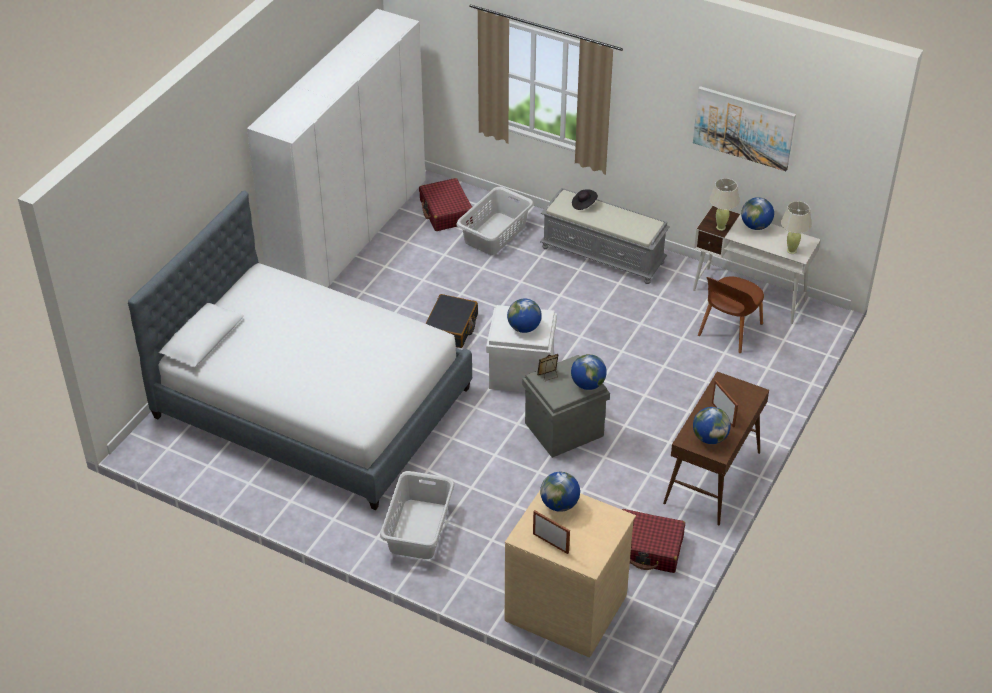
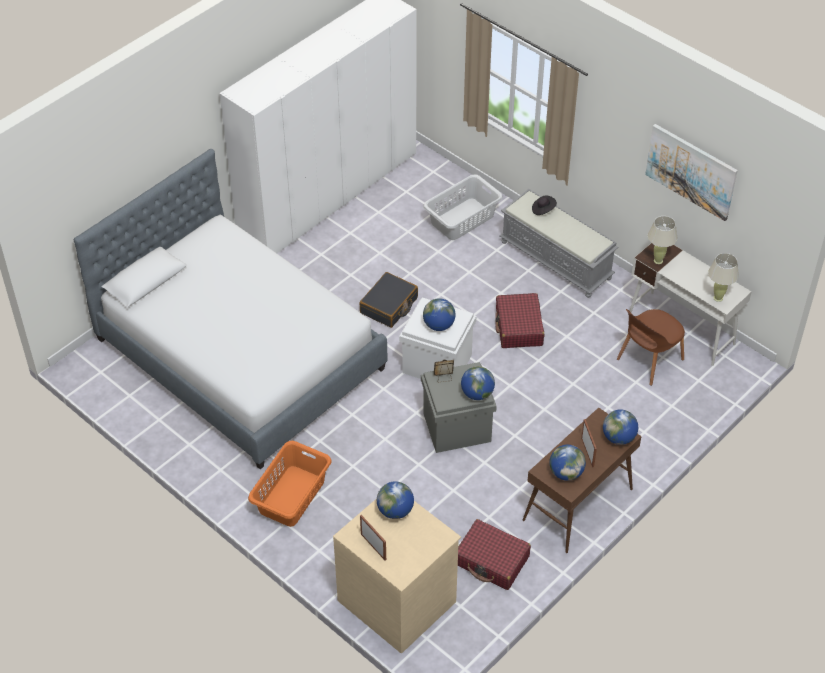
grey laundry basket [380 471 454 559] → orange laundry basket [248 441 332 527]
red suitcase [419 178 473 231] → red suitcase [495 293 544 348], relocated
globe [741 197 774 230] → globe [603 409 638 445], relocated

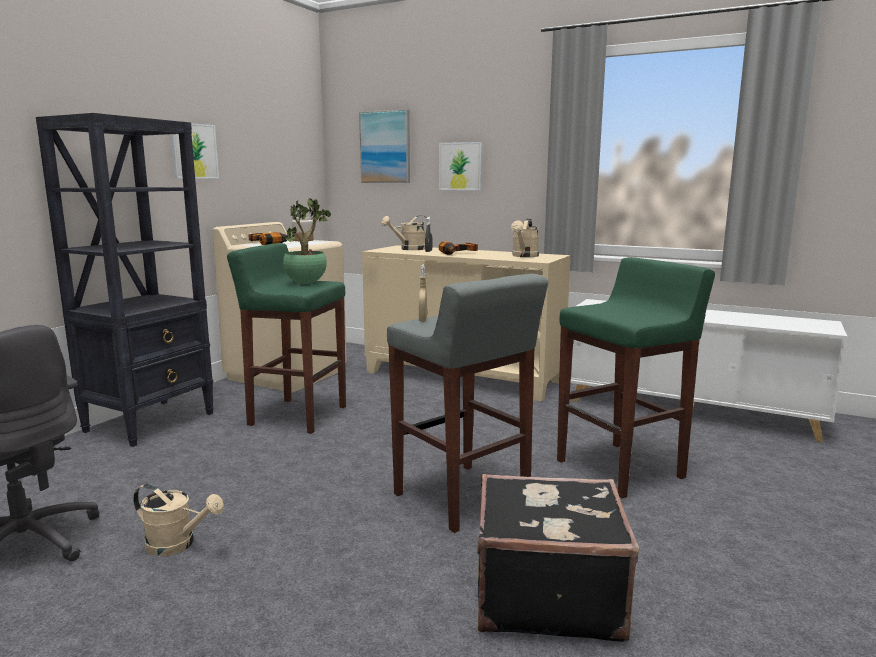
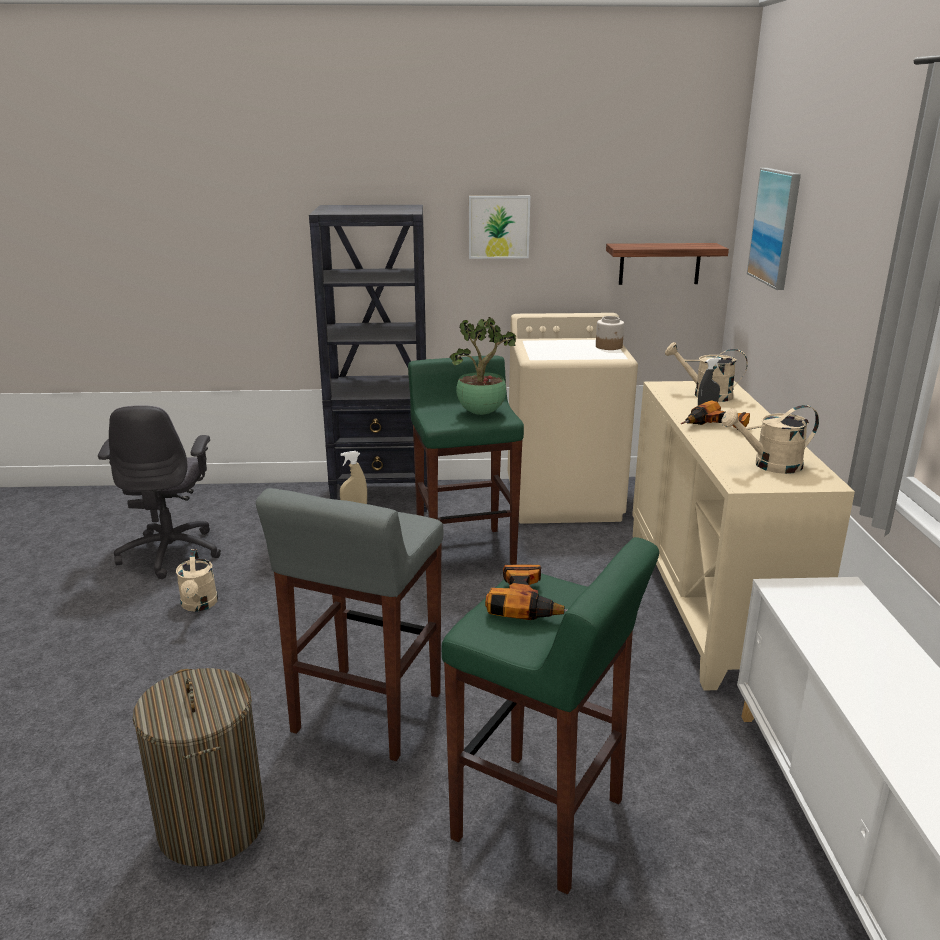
black suitcase [477 474 639 642] → laundry basket [133 668 265 866]
power drill [249 232 297 245] → power drill [485 564 567 620], relocated
- → shelf [606 243 729 285]
picture [439 142 482 190] → -

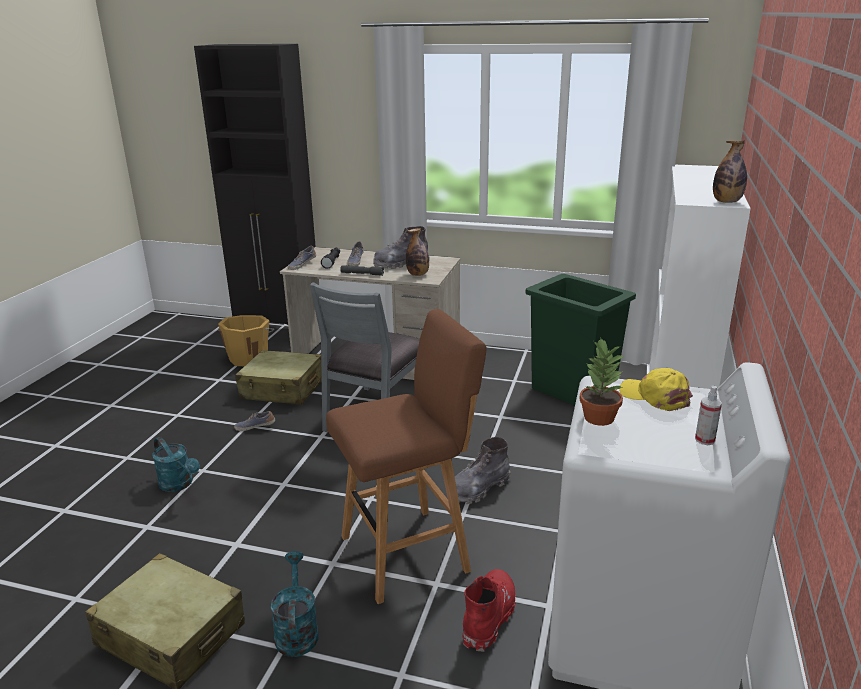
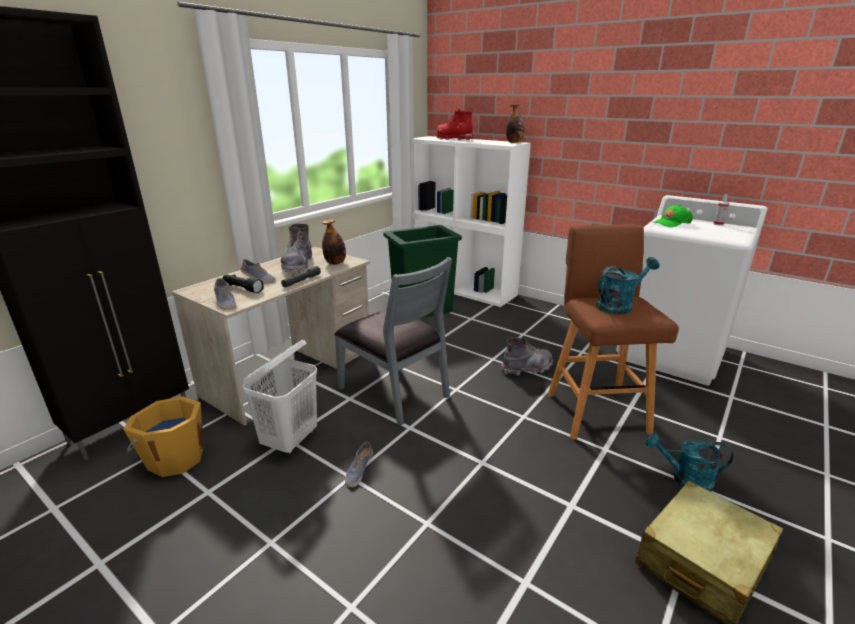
beige suitcase [235 350 322 405] → white laundry basket [242 340 317 454]
red boot [463 569 516 651] → red boot [436 109 473 140], relocated
grey boot [455 437 511 504] → grey boot [501 338 553 375], 90 degrees counterclockwise
turquoise watering can [152 437 200 492] → turquoise watering can [596 257 660 314], relocated
yellow cap [619 368 693 411] → green cap [654 205 693 227]
potted plant [579 338 624 426] → -

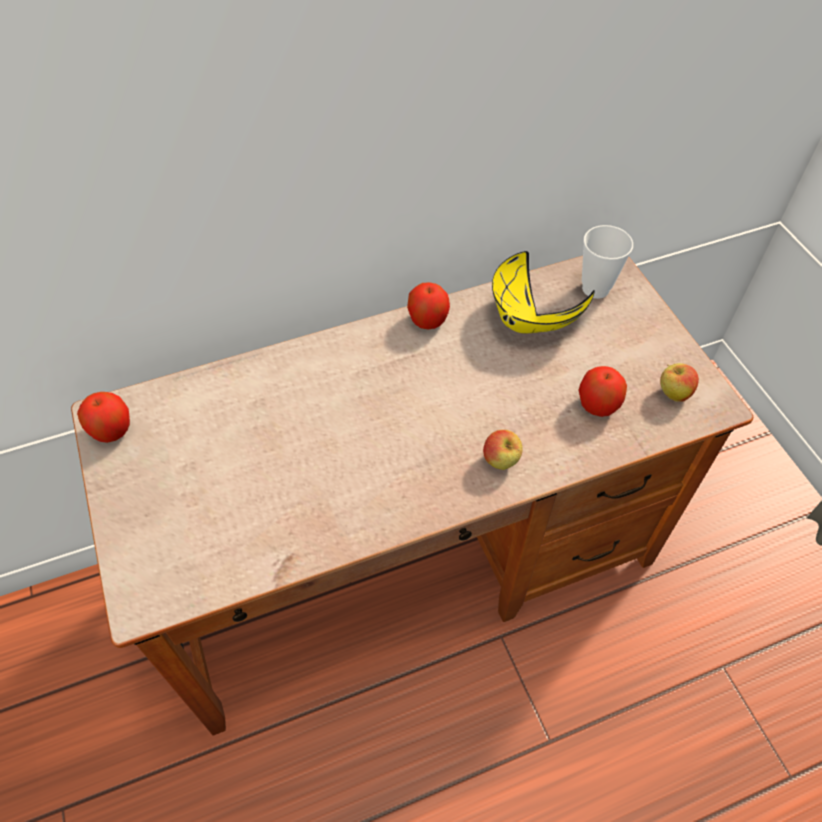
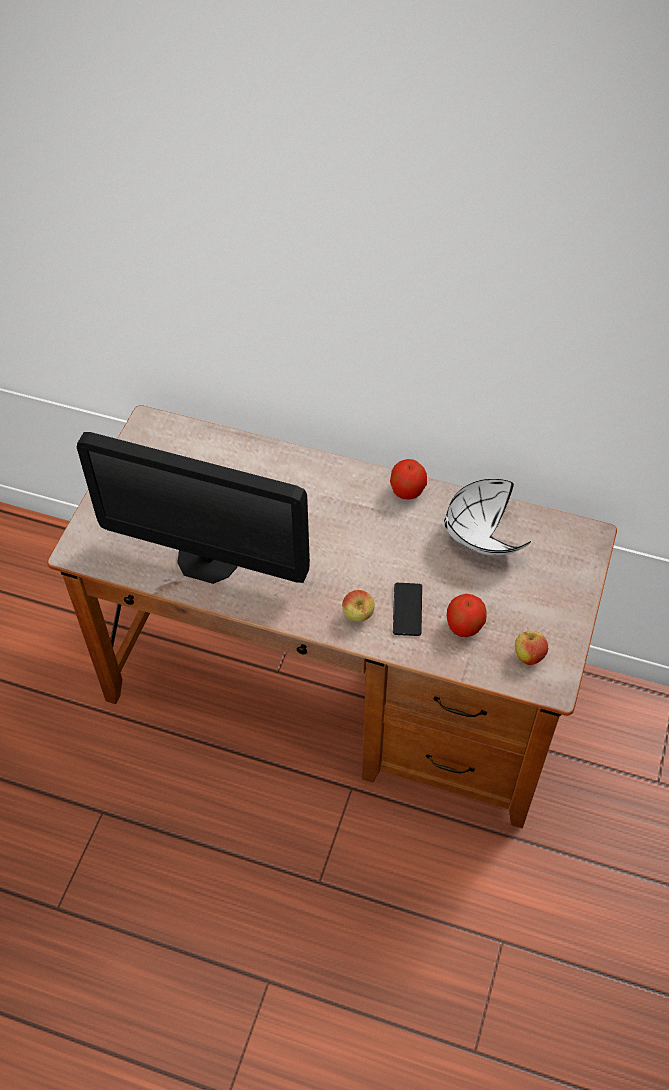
- → monitor [77 432 310 584]
- → phone [393 583 422 636]
yellow bowl [492 251 595 333] → white bowl [444 479 531 556]
apple [77 392 130 443] → -
cup [582 225 633 299] → -

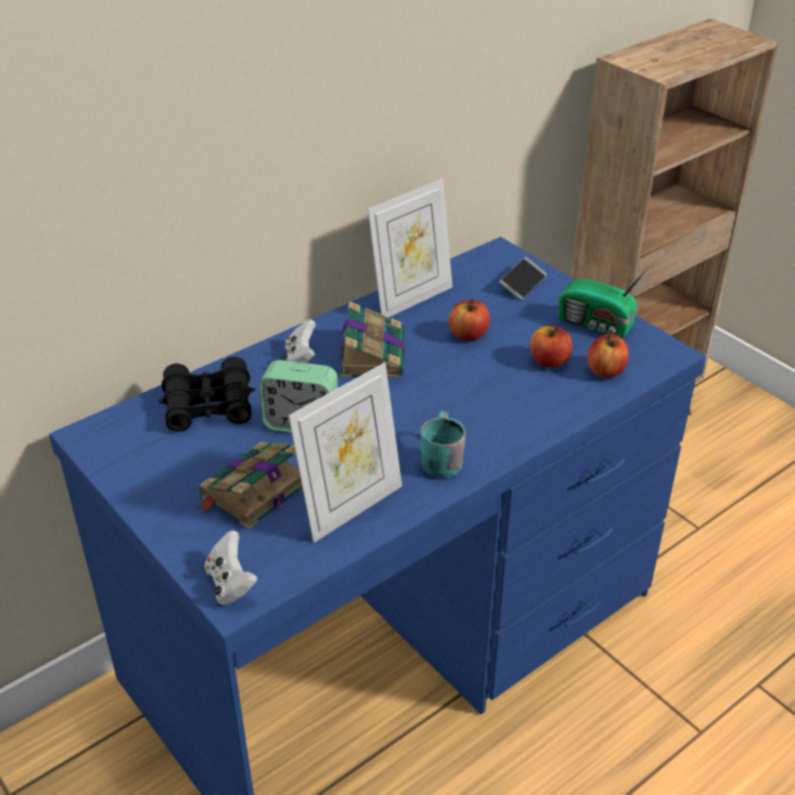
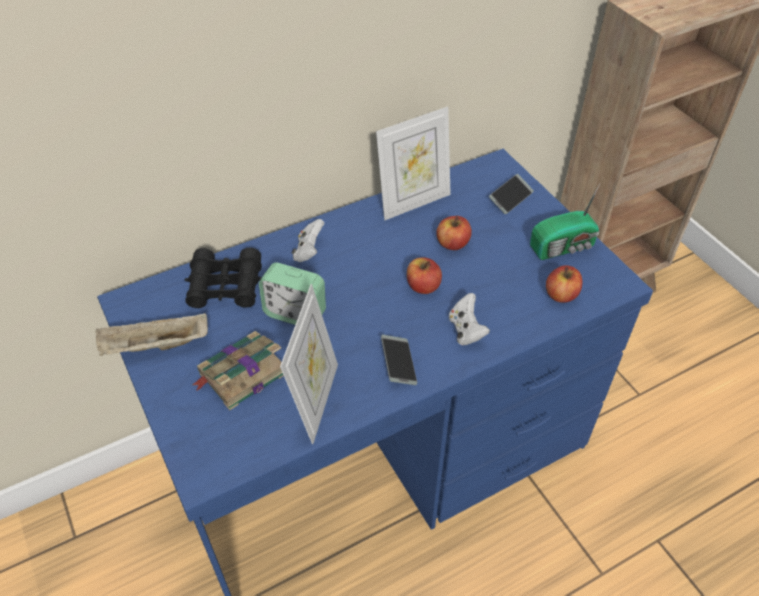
- → beige tray [95 313 208 356]
picture frame [288 362 402 543] → picture frame [280 284 338 444], 45 degrees counterclockwise
turquoise mug [420 411 466 478] → phone [381 335 417 385]
apple [530 326 572 368] → apple [407 257 442 294], relocated
white game controller [205 530 258 605] → white game controller [449 293 490 345], relocated
radio [558 266 650 338] → radio [530 183 600 260], 60 degrees counterclockwise
book [340 301 405 378] → -

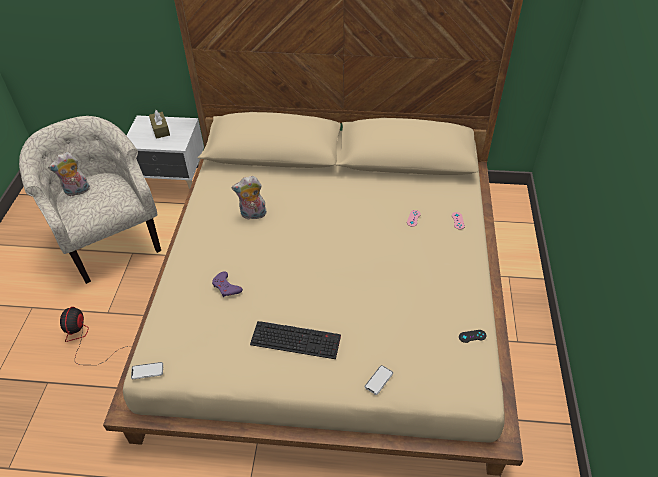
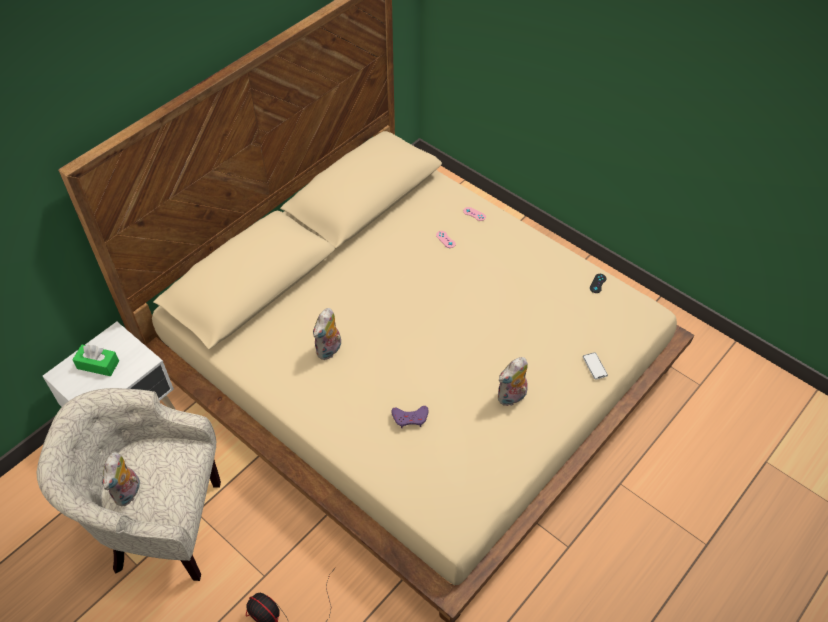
brown tissue box [149 110 170 139] → green tissue box [72 345 119 376]
keyboard [250 321 341 359] → plush toy [498 357 528 406]
phone [131 362 163 379] → -

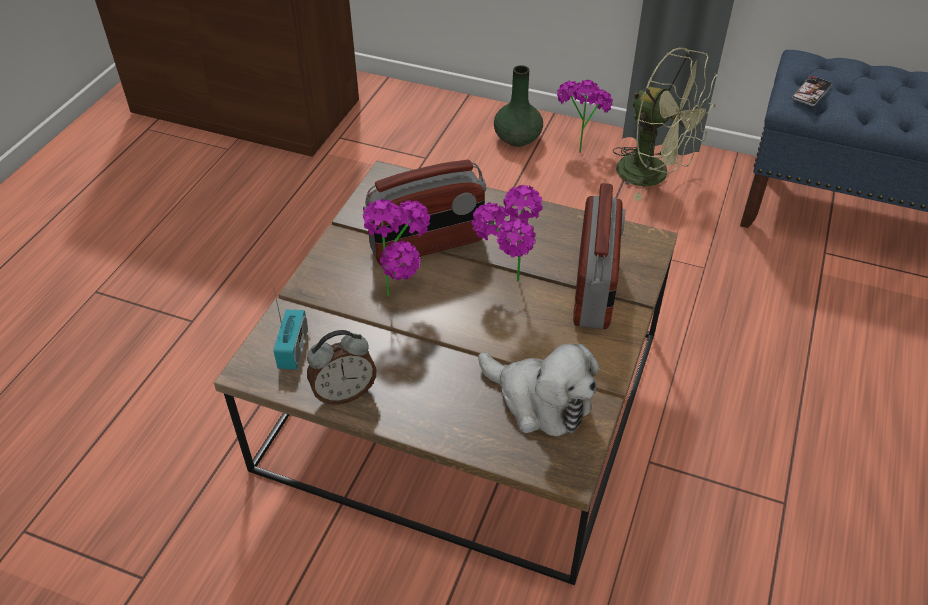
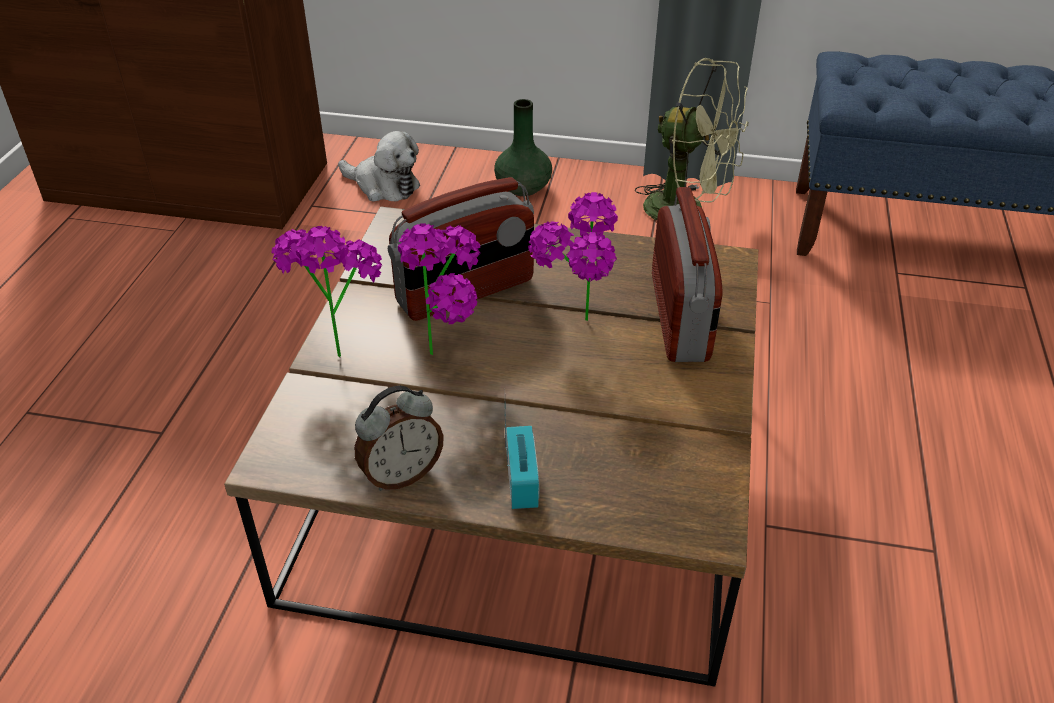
potted plant [557 80 613 153] → potted plant [272 226 382 357], relocated
plush toy [478 343 600 436] → plush toy [338 131 420 202], relocated
radio [273 286 308 370] → radio [505 409 539 509], relocated
phone [792 76 832 106] → -

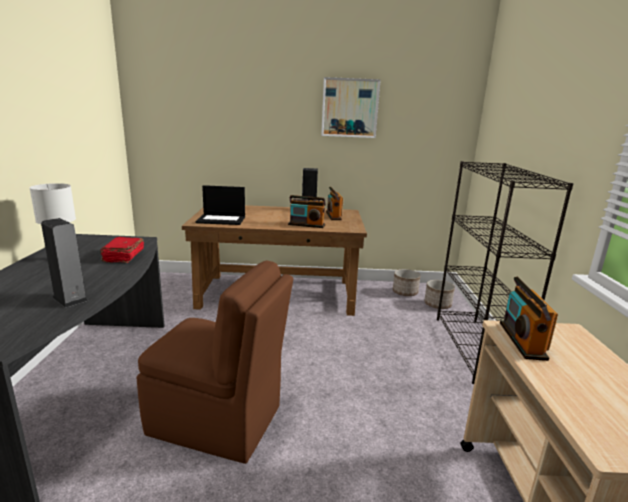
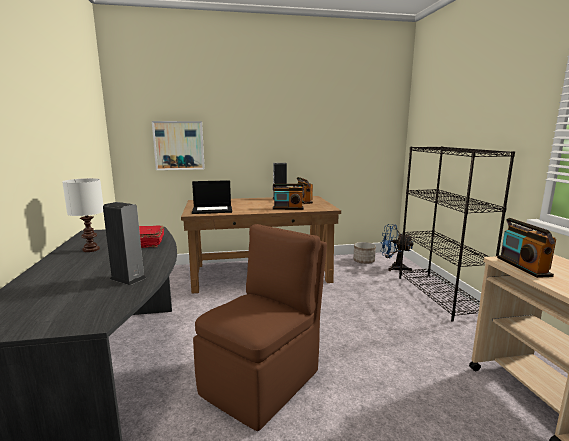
picture [321 77 381 138] → picture [152 121 205 170], relocated
brown chair [137 261 293 464] → brown chair [193 224 327 431], 60 degrees counterclockwise
planter [424 280 455 309] → blue fan [381 224 414 271]

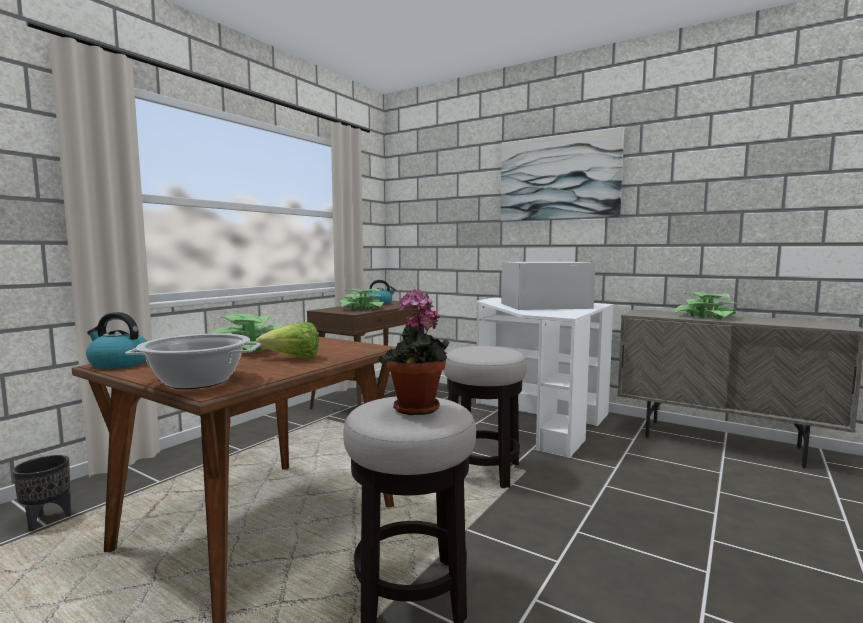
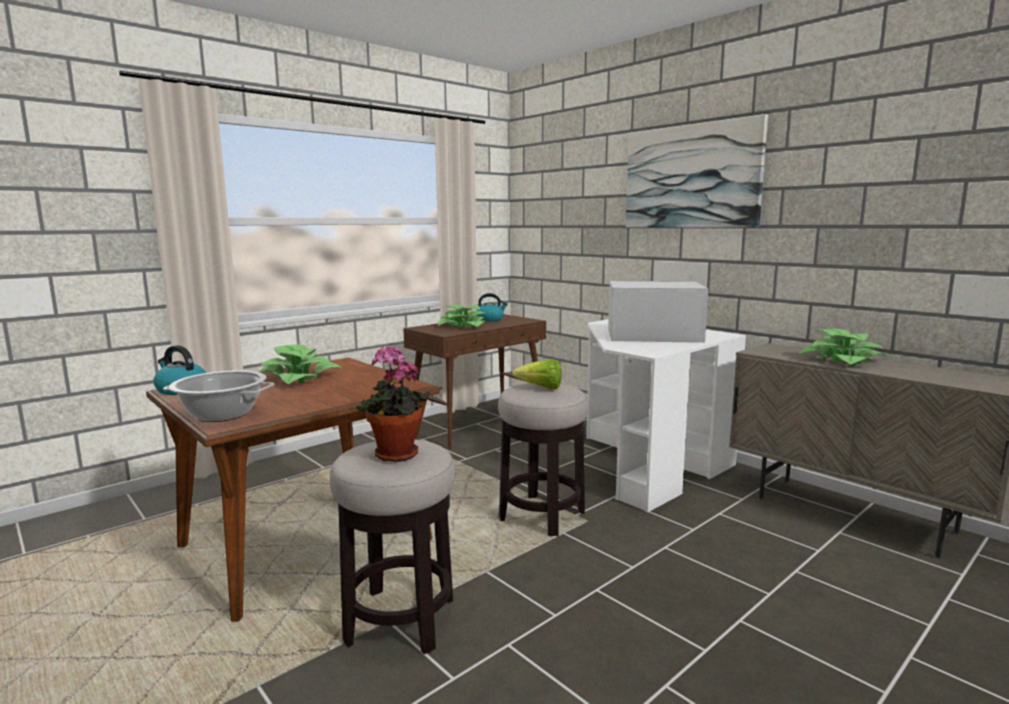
lettuce [255 322 319 359] → lettuce [512 359 562 389], relocated
black planter [12 455 71 531] → -

